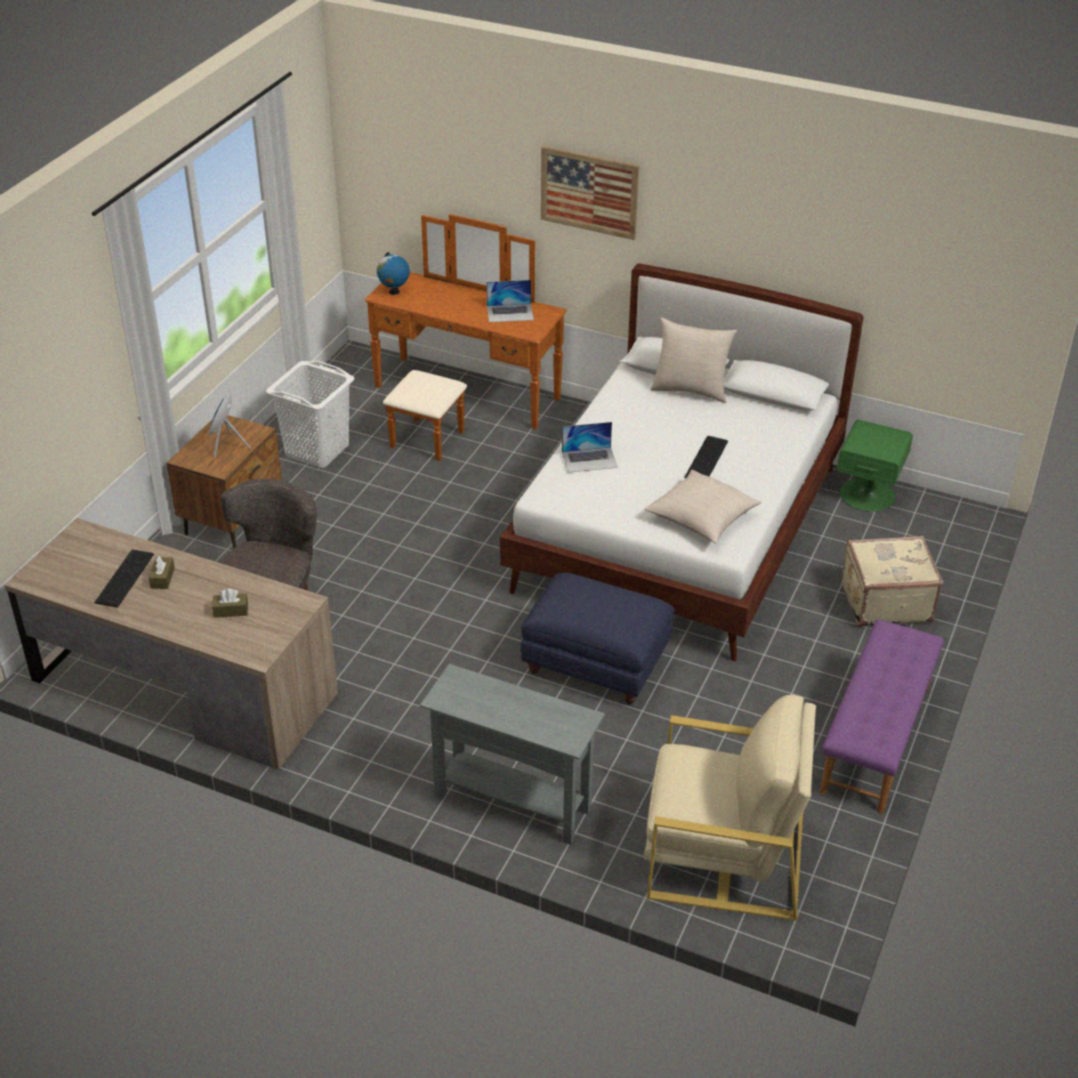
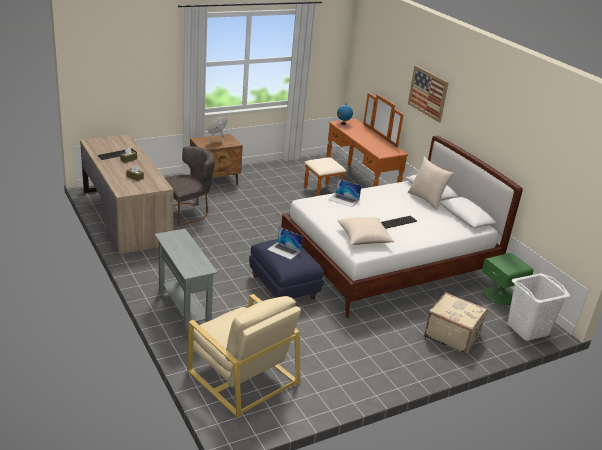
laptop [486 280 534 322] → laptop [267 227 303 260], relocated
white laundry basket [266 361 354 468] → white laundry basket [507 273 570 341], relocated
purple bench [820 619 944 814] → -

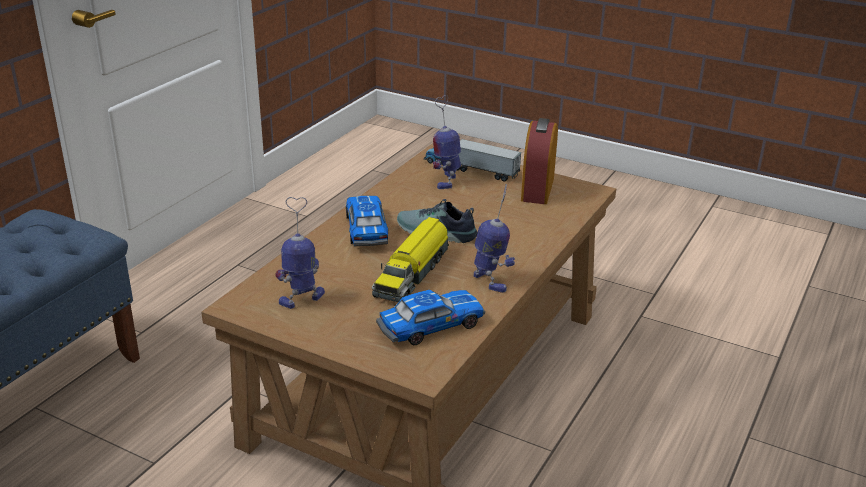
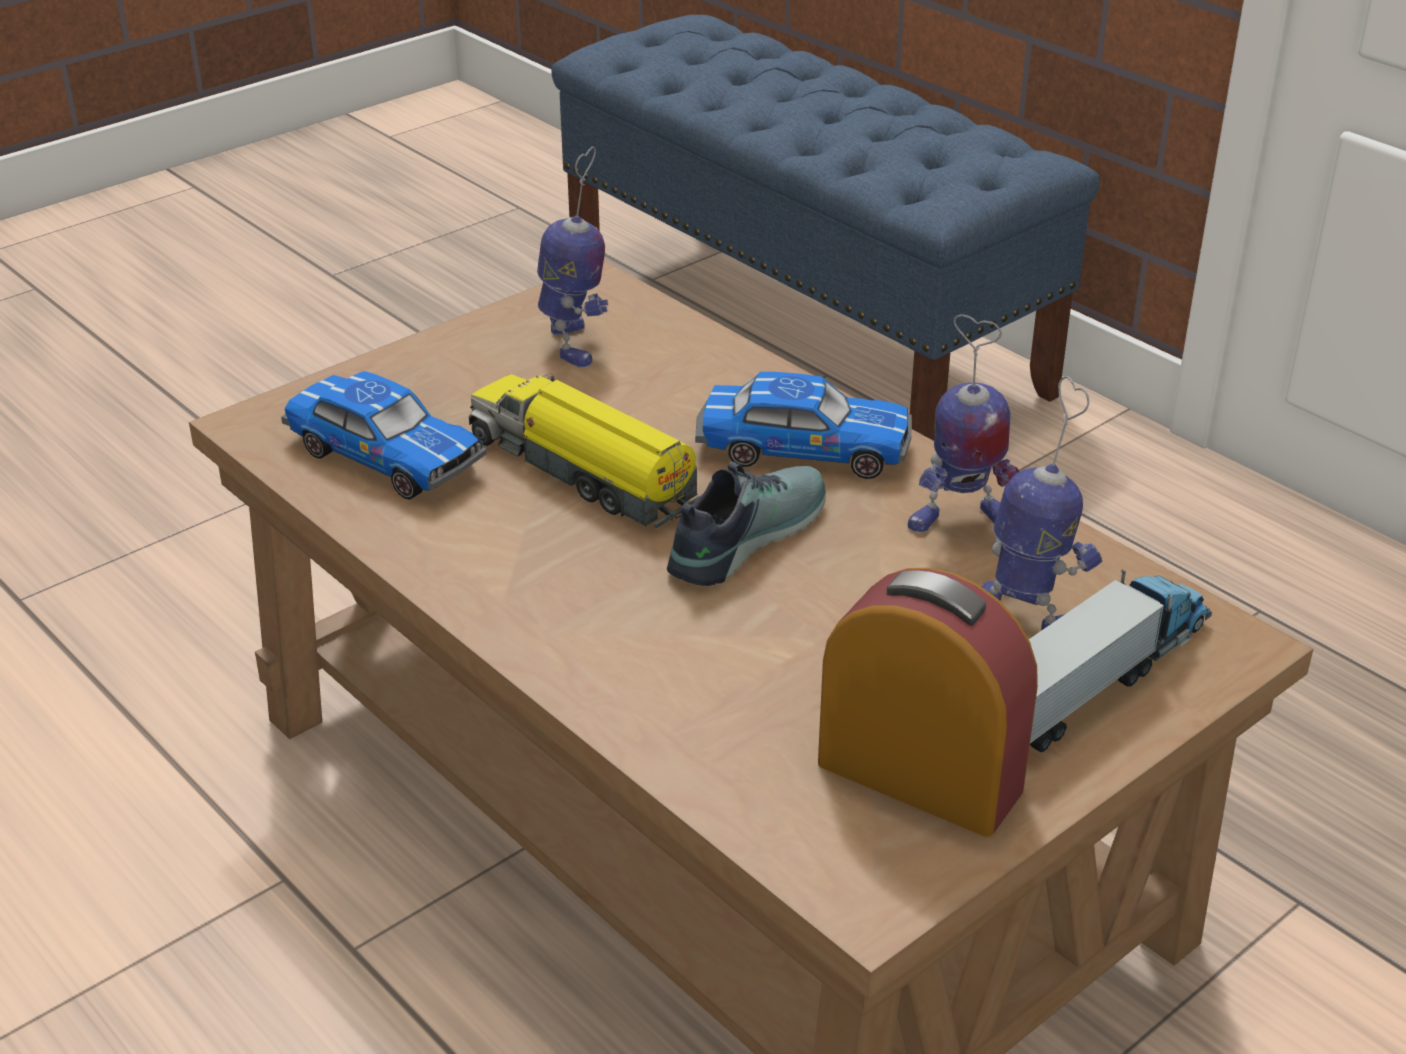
toy car [376 290 485 345] → toy car [281 371 486 500], 45 degrees counterclockwise
toy robot [474 184 515 293] → toy robot [908 314 1020 533], relocated

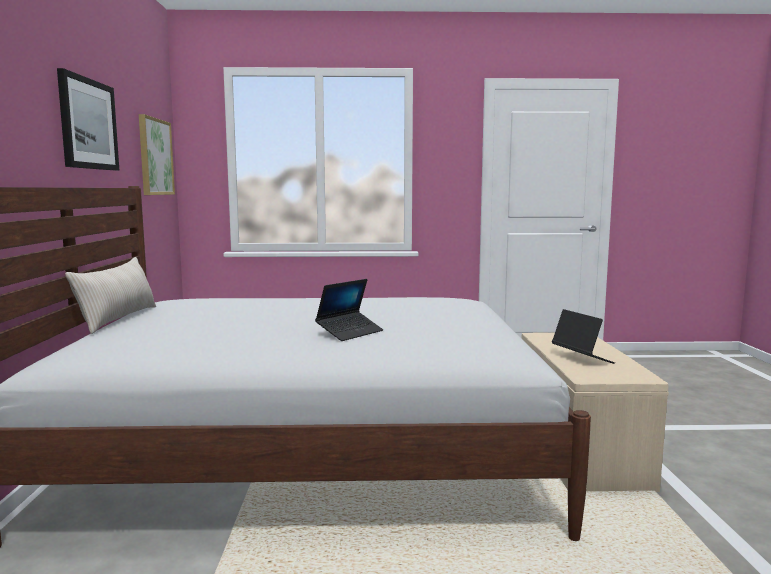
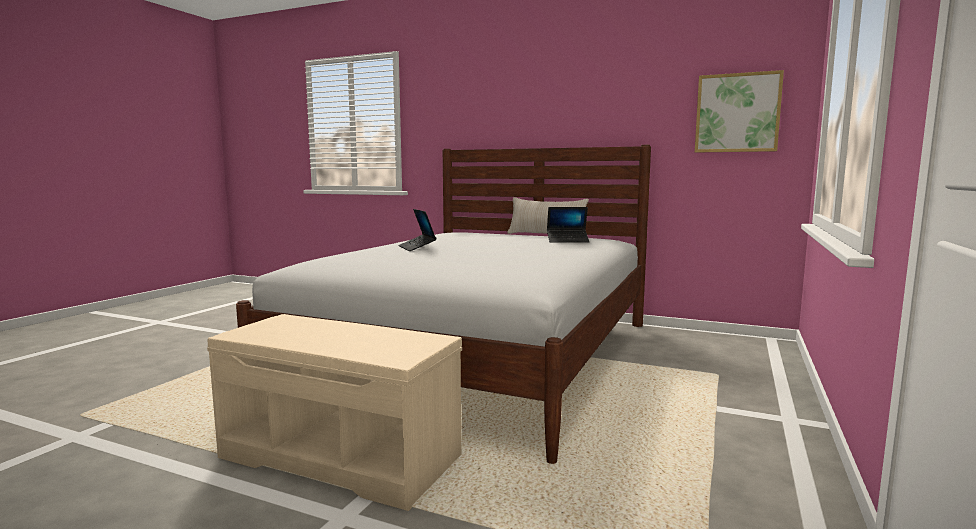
laptop [552 309 615 364] → laptop [547 207 590 243], relocated
picture [57 68 119 170] → -

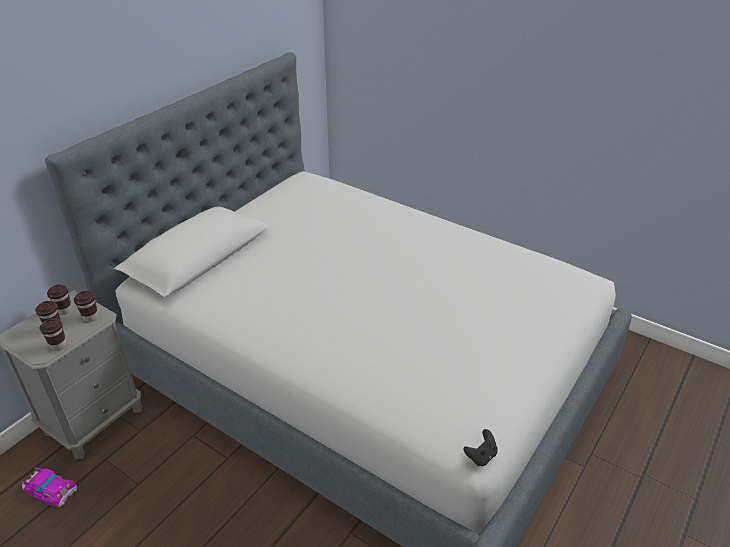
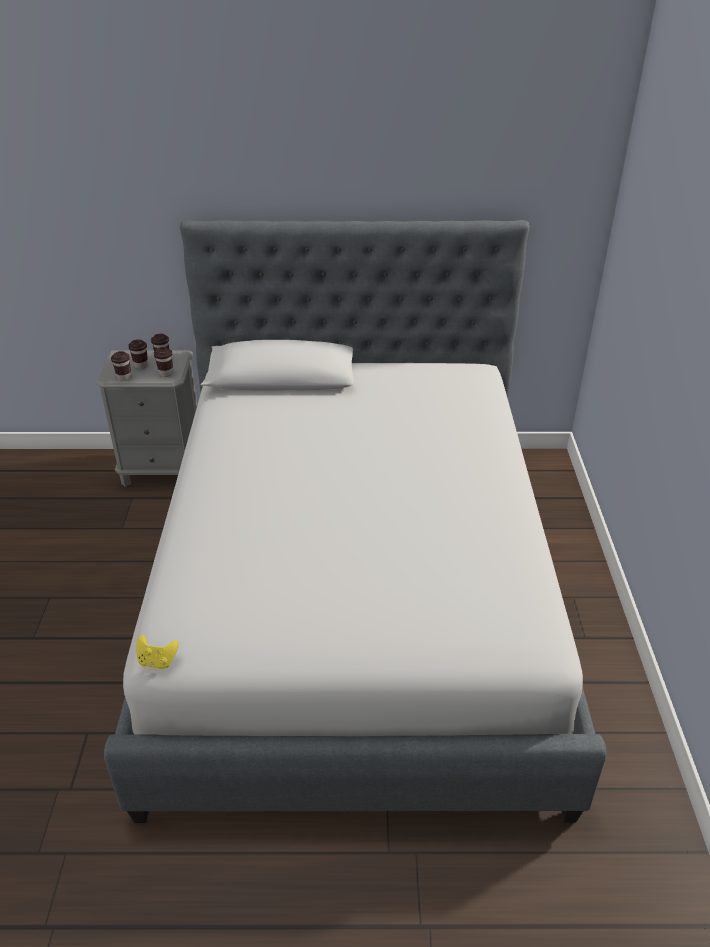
black game controller [464 429 498 466] → yellow game controller [136 635 179 669]
toy car [22 467 77 507] → -

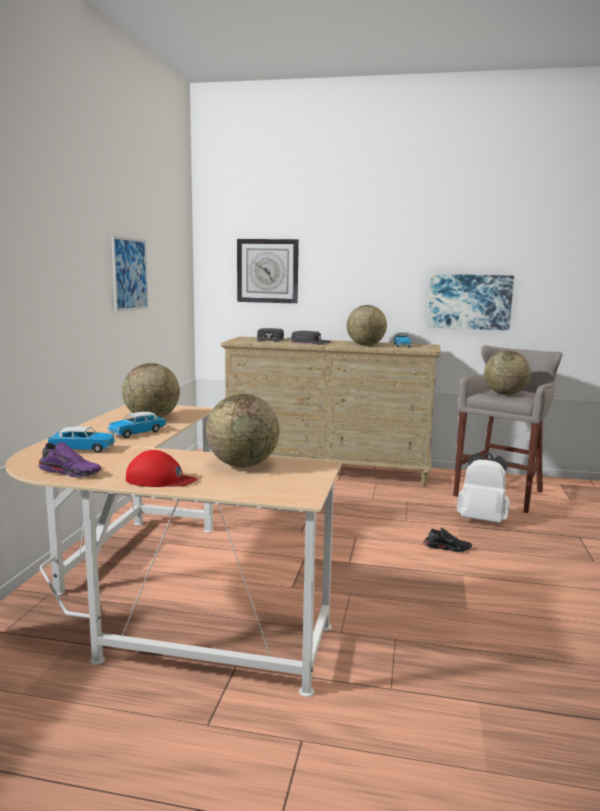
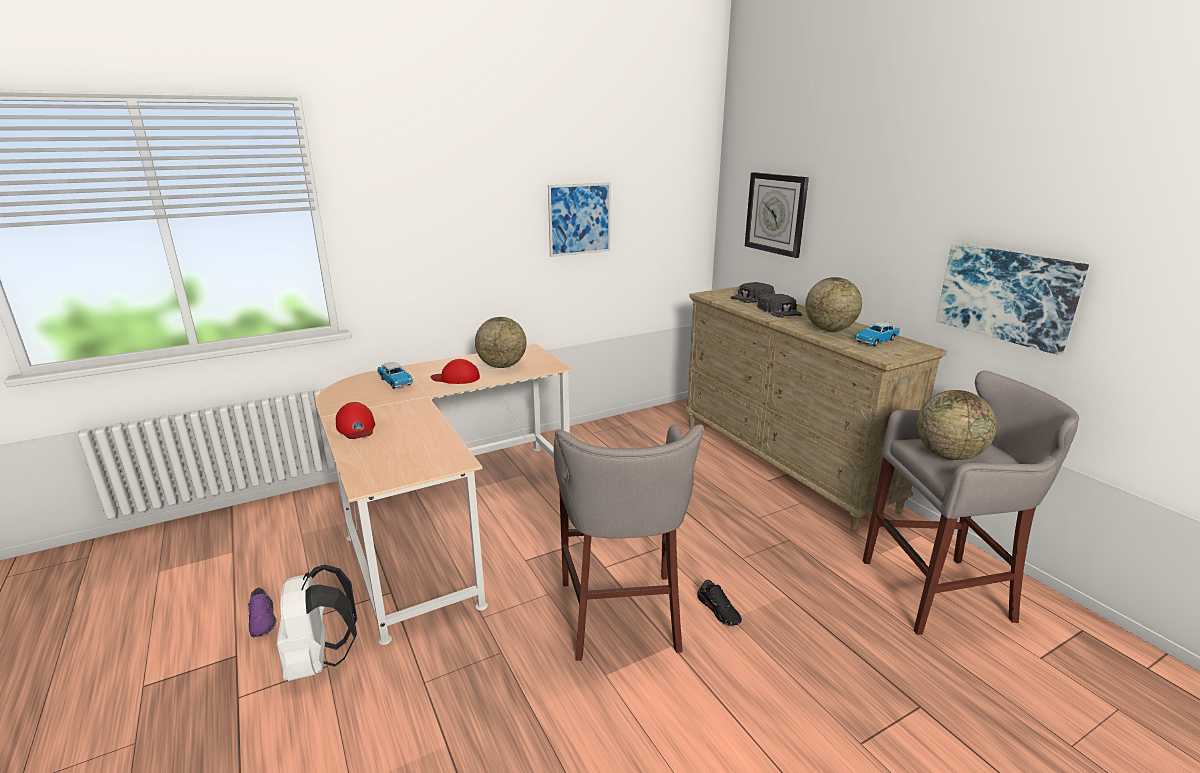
purple shoe [38 442 101 478] → purple shoe [248 588 277 637], relocated
white backpack [457 452 510 523] → white backpack [277 565 357 681], relocated
toy car [108 412 166 438] → red cap [431 359 480 384]
- → grey stool [554 424 704 661]
globe [206 394 279 467] → -

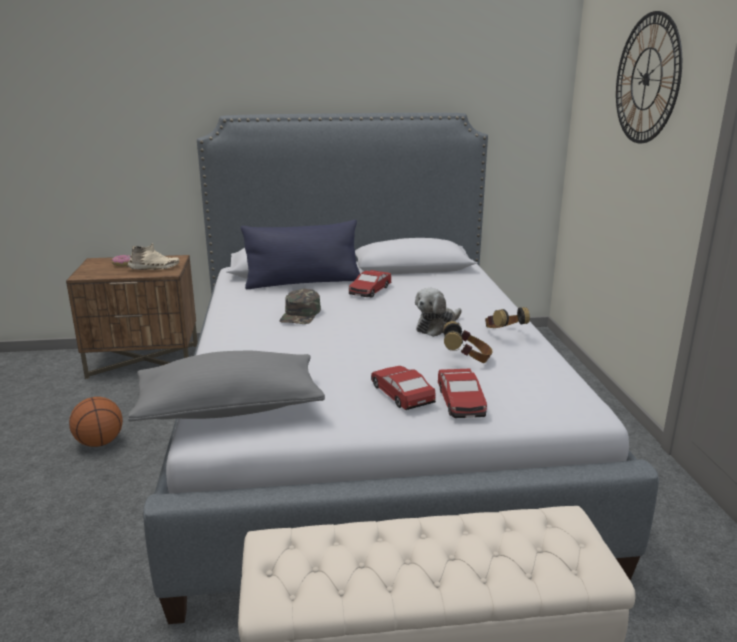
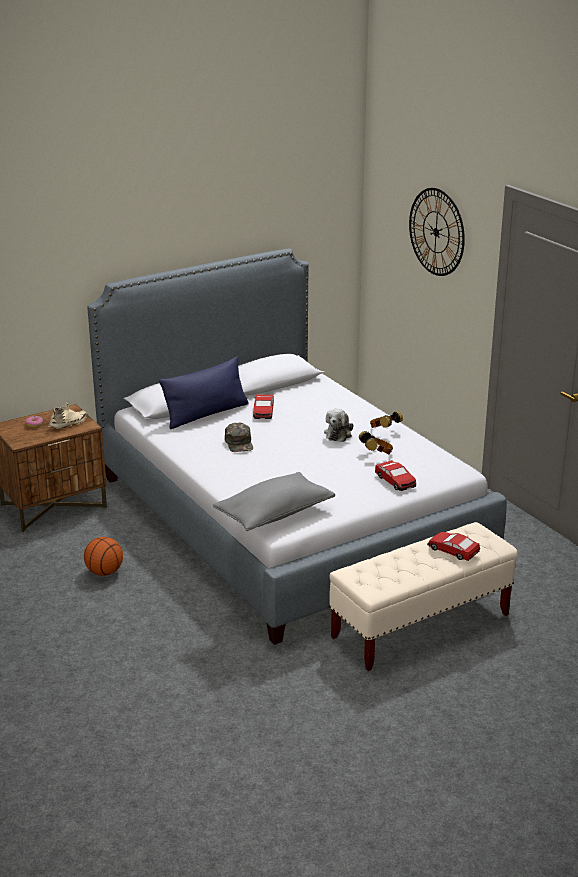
toy car [371 366 436 410] → toy car [427 532 480 561], relocated

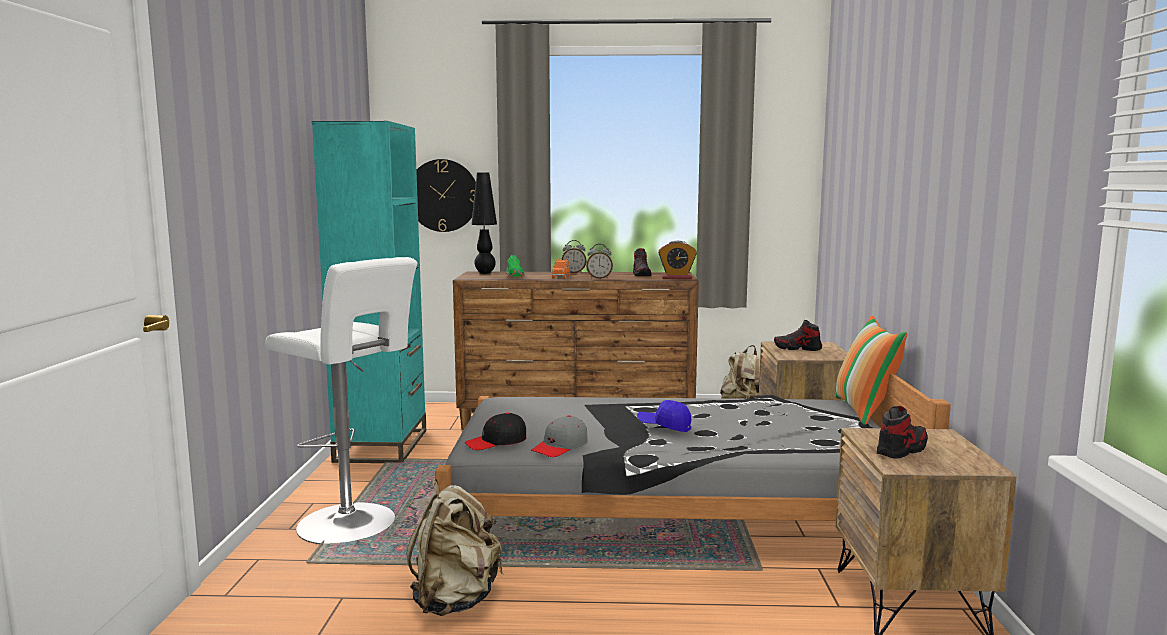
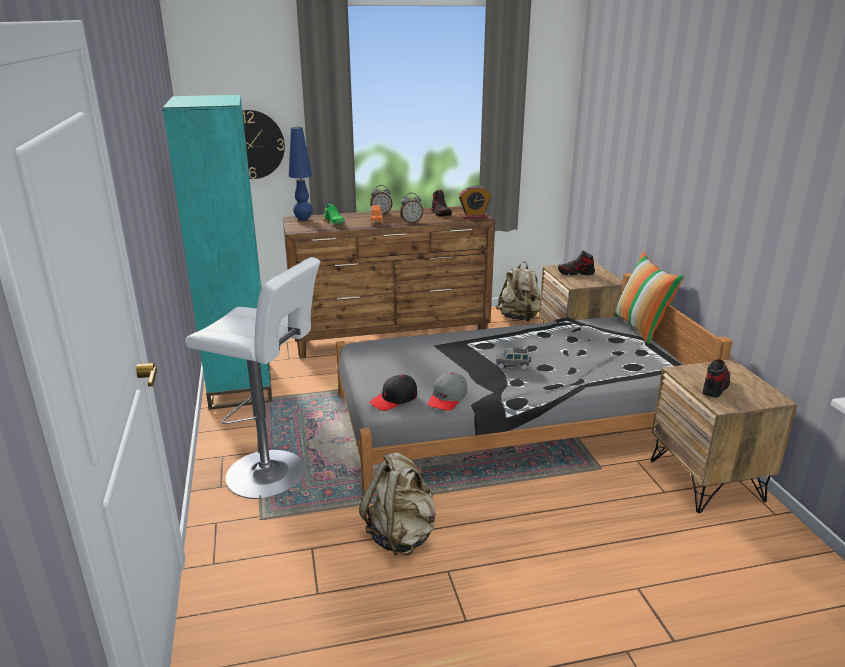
black table lamp [471 173 497 274] → blue table lamp [289 127 312 221]
blue cap [637 400 691 432] → grey toy car [496 347 531 370]

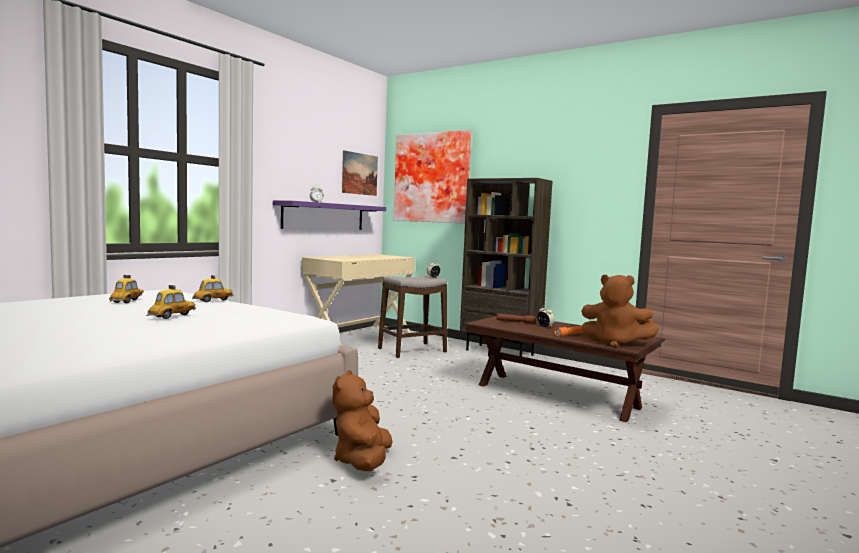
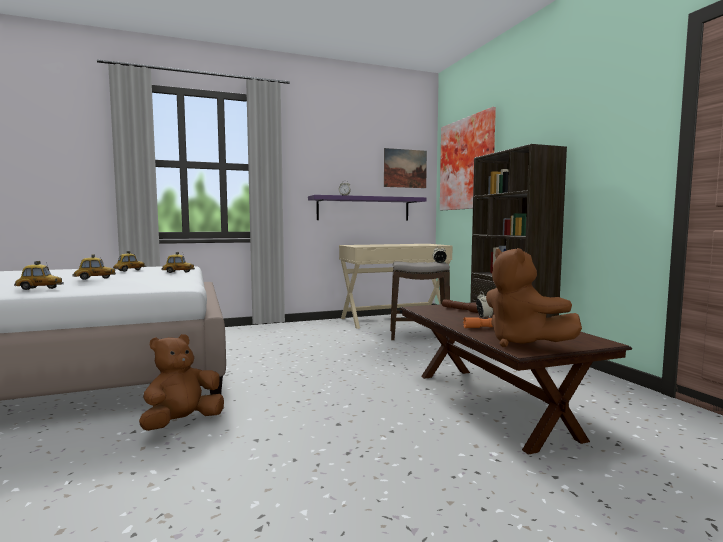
- → toy car [14 261 64 290]

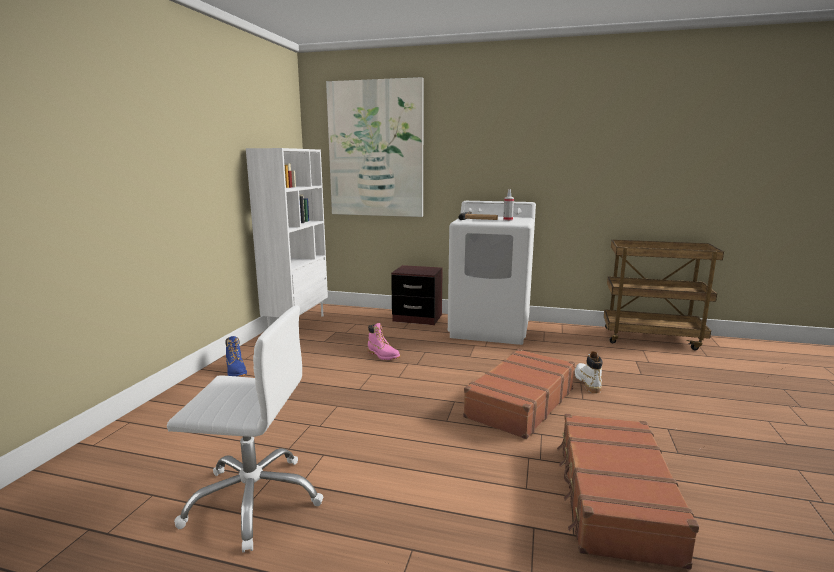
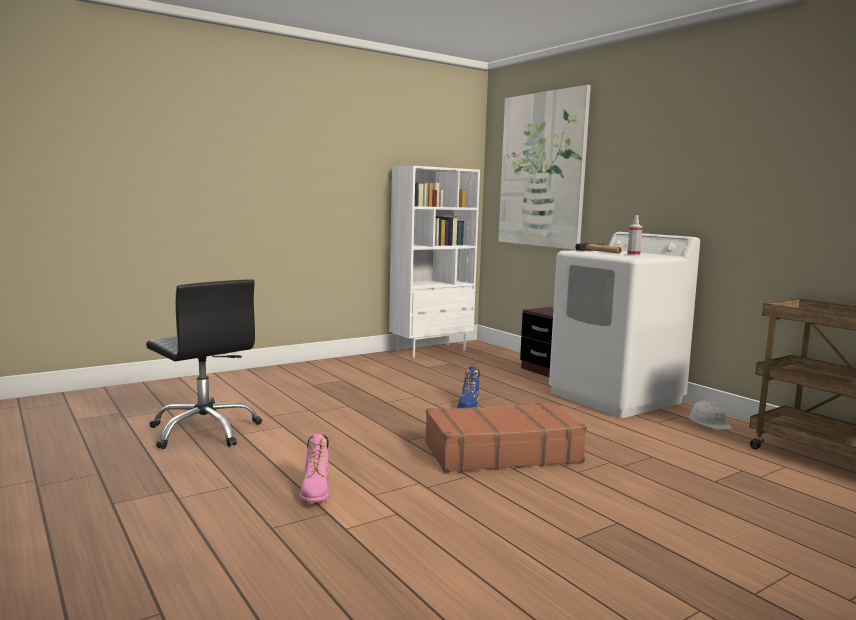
white office chair [167 306 323 552] → black office chair [146 279 262 449]
pink boot [367 323 400 360] → pink boot [300 434 329 504], relocated
blue boot [226 336 247 377] → blue boot [457 366 480 408], relocated
- → white hard hat [688 400 733 430]
brown suitcase [557 414 699 569] → -
white boot [575 351 602 394] → -

